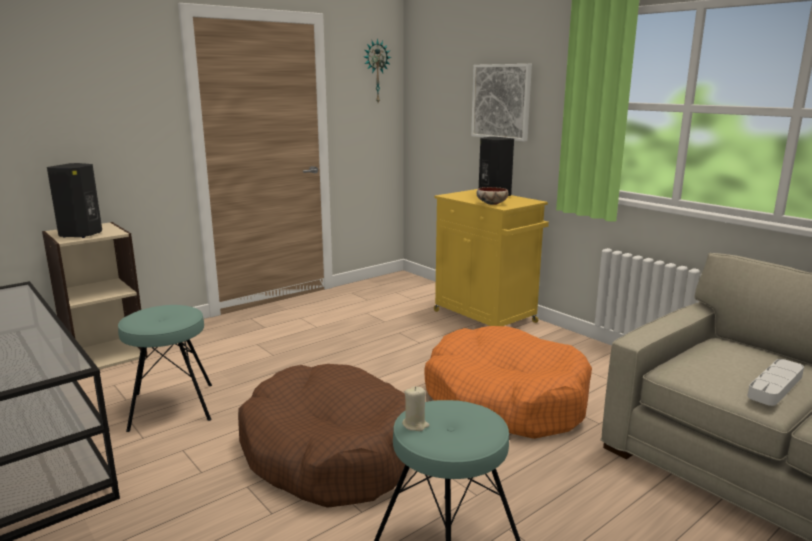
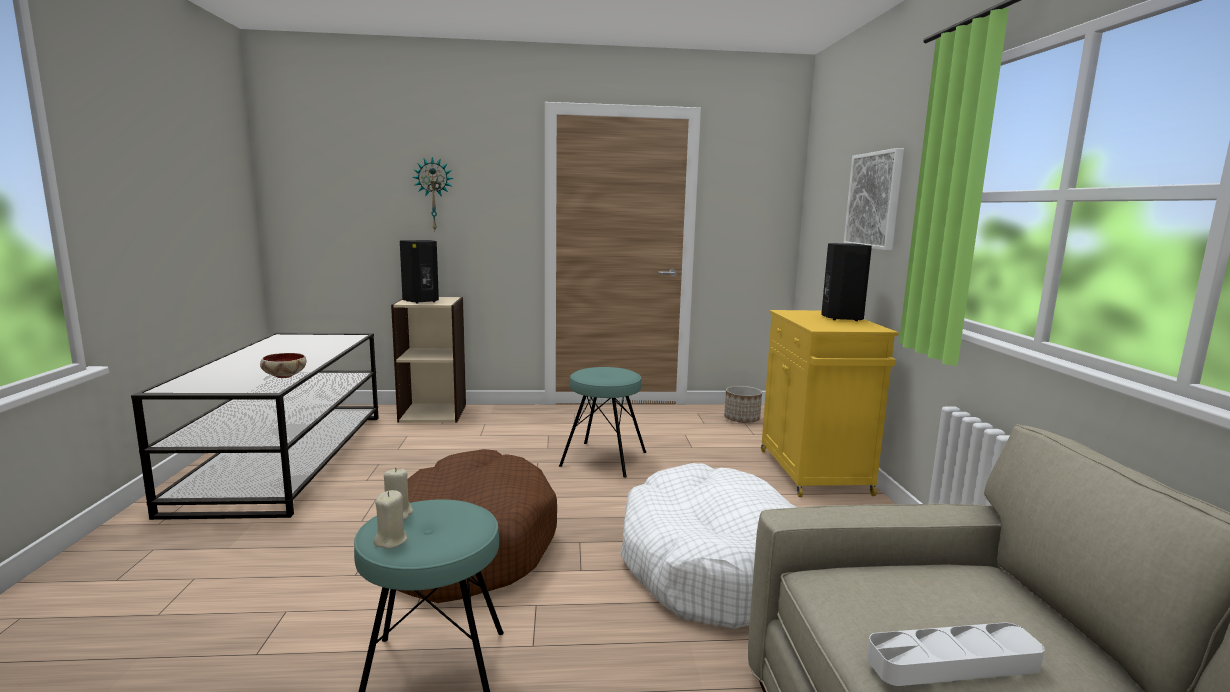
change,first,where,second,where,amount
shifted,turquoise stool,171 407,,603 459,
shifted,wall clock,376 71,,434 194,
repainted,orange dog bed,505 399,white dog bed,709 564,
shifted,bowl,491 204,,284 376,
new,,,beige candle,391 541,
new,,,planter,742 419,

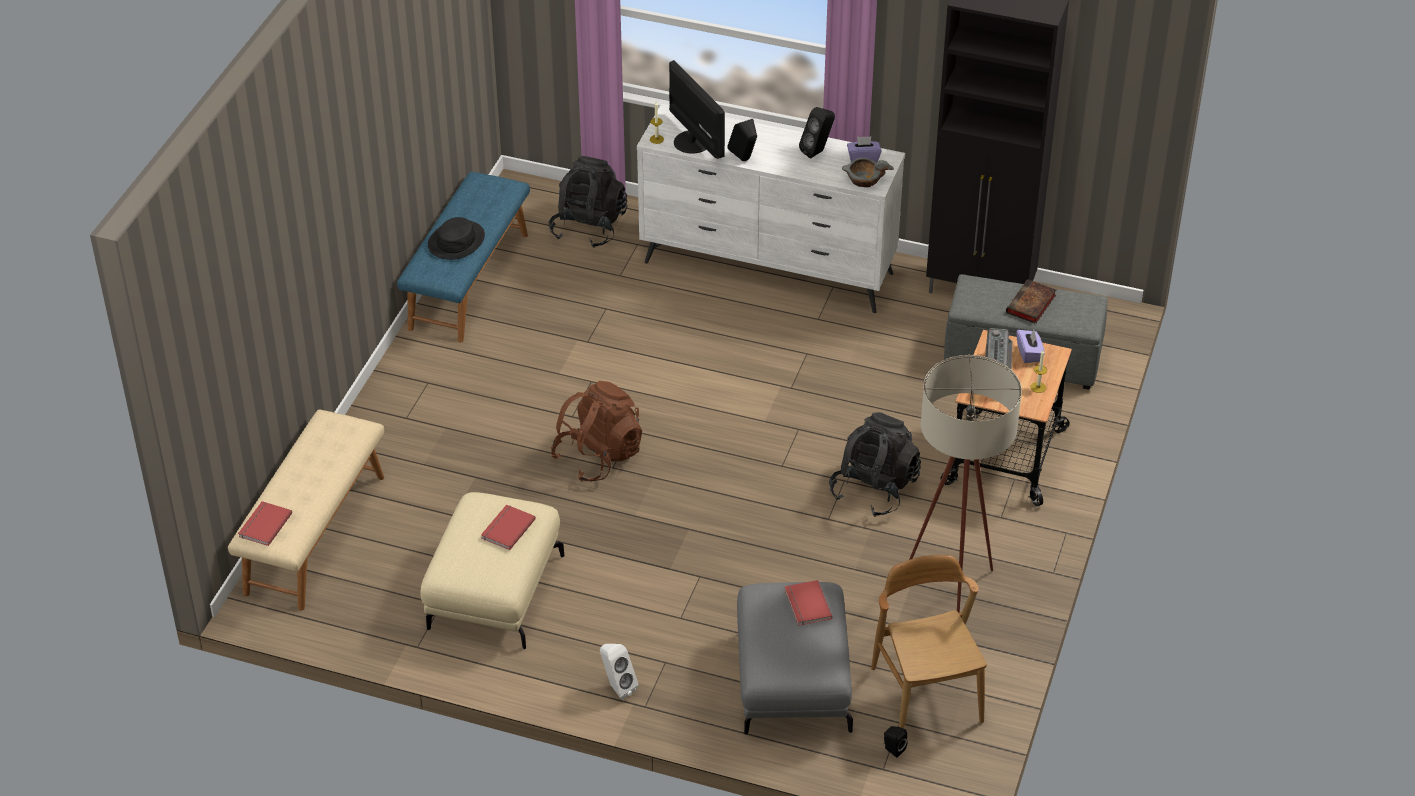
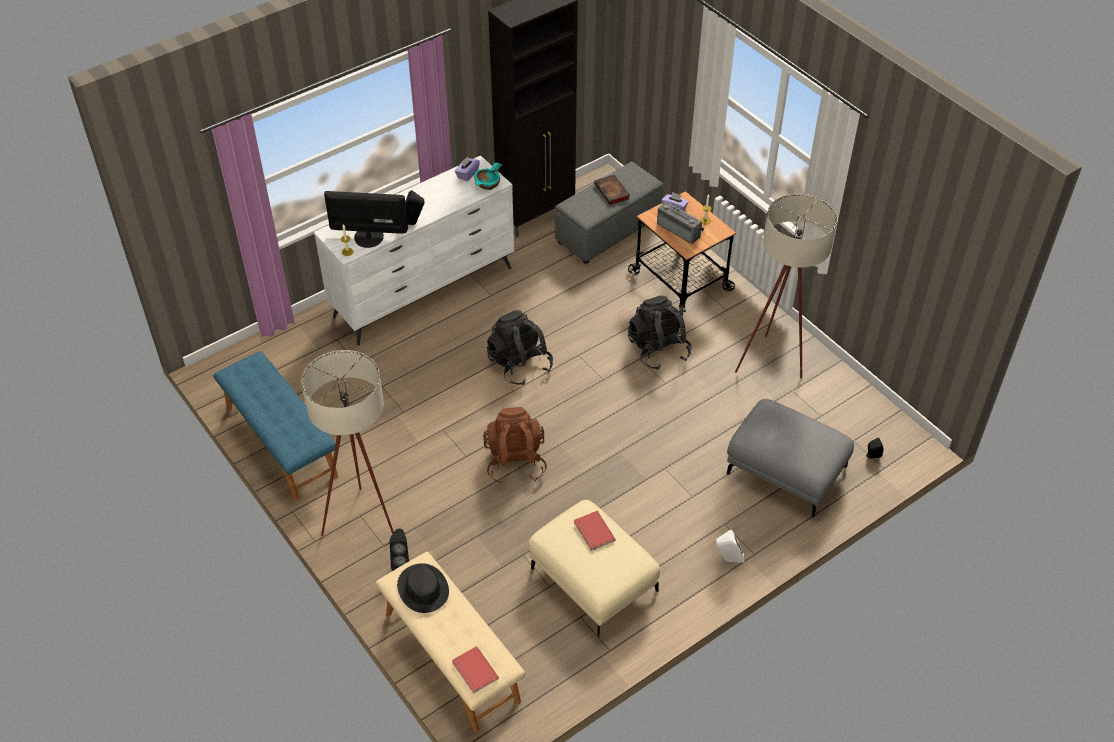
change,first,where,second,where,amount
shifted,black hat,456 241,,423 589,
shifted,black backpack,589 227,,519 364,
gone,red book,806 605,,,
shifted,black speaker,817 152,,401 561,
repainted,grey bowl,864 180,turquoise bowl,488 184,
gone,brown chair,926 694,,,
new,,,beige floor lamp,366 524,

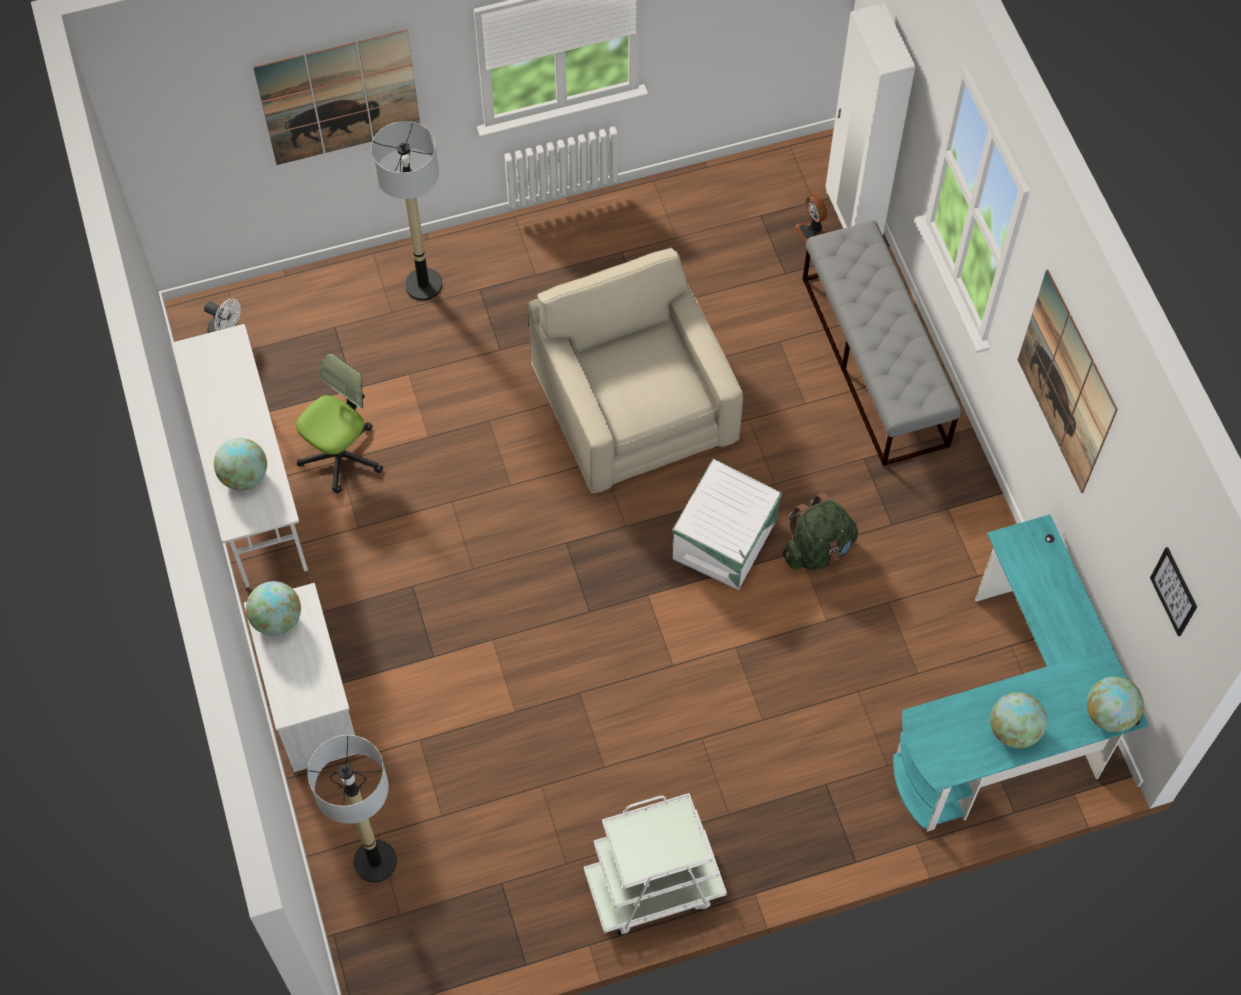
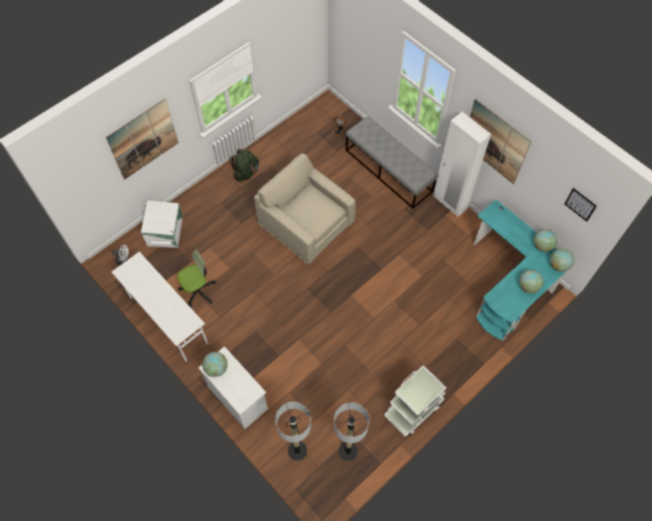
change,first,where,second,where,amount
shifted,globe,244 476,,542 246,
rotated,office chair,341 455,,198 291,45 degrees clockwise
shifted,floor lamp,423 285,,348 451,
shifted,white storage box,726 539,,166 231,
shifted,green backpack,818 550,,246 173,
shifted,white wardrobe,852 218,,449 203,

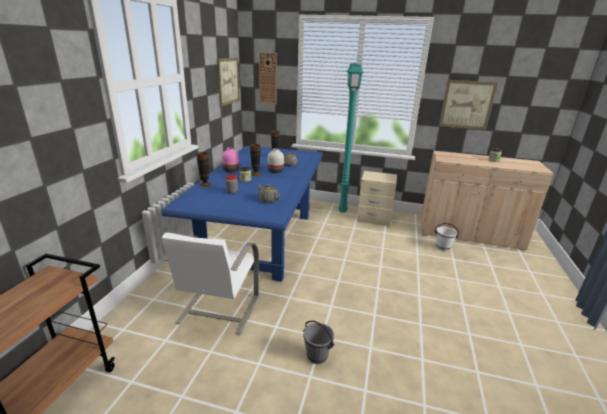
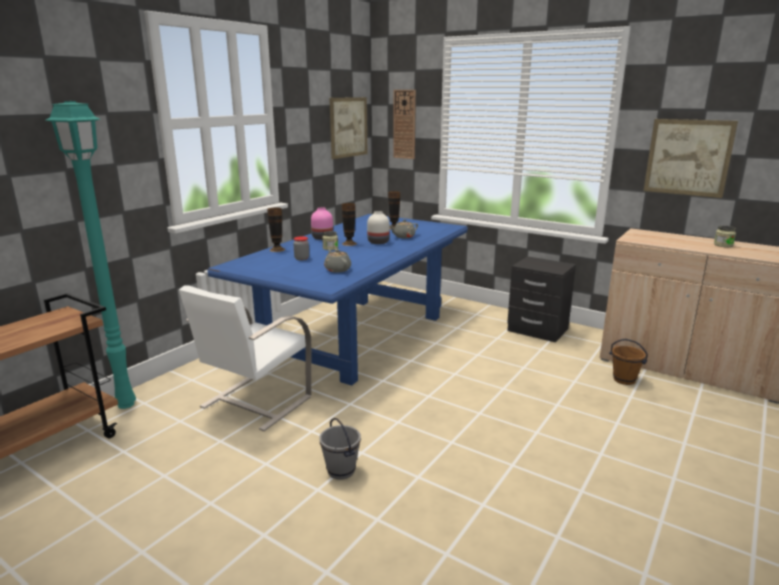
change,first,where,second,where,amount
shifted,turquoise floor lamp,343 210,,128 404,
repainted,beige nightstand,374 218,black nightstand,537 330,
repainted,white bucket,442 247,brown bucket,624 379,

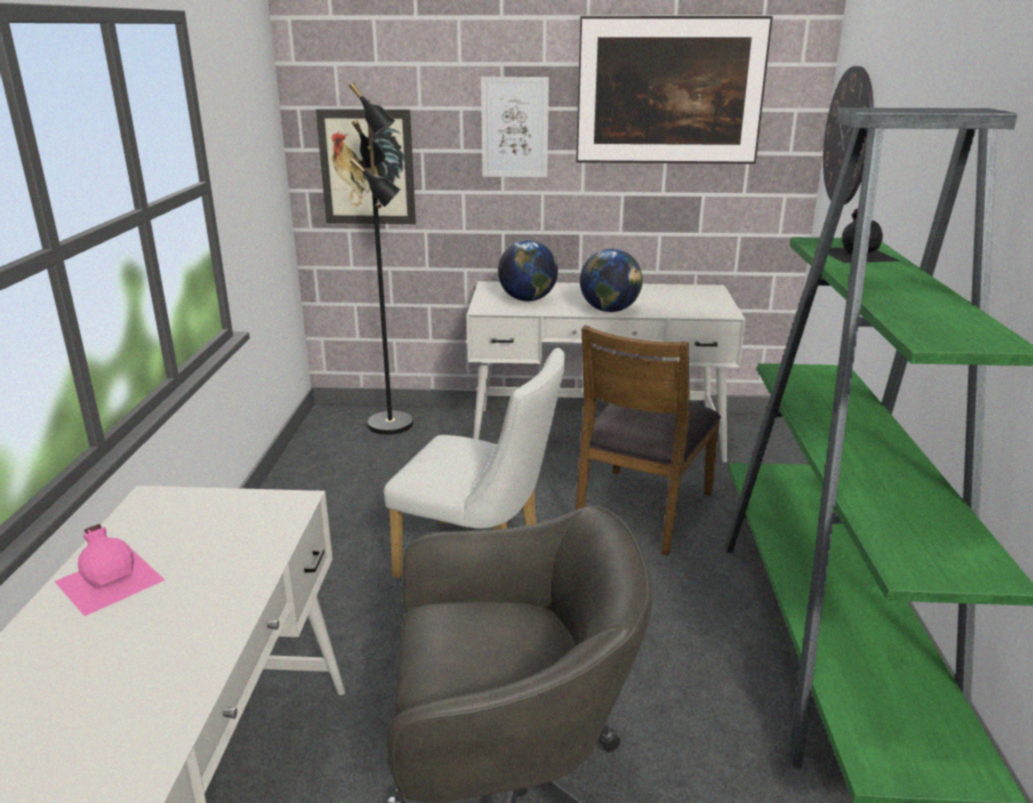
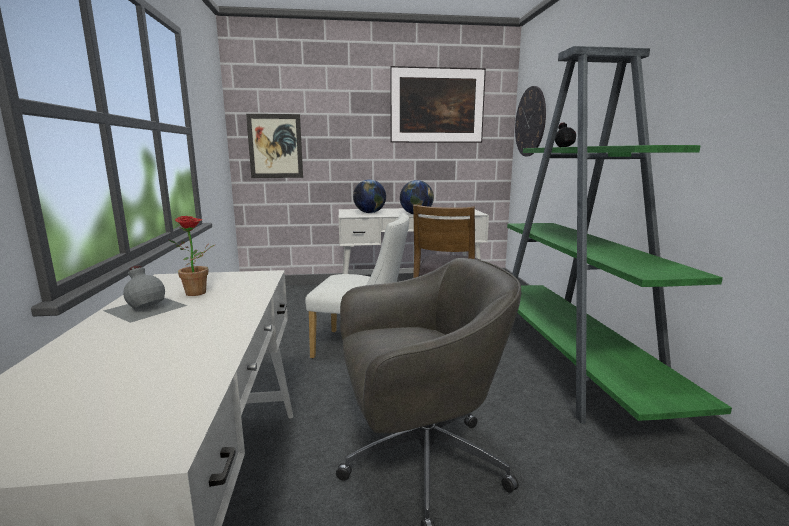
change,first,where,second,where,amount
repainted,pink bottle,110 579,grey bottle,146 307,
gone,black floor lamp,392 424,,,
gone,picture,515 127,,,
new,,,potted plant,200 293,

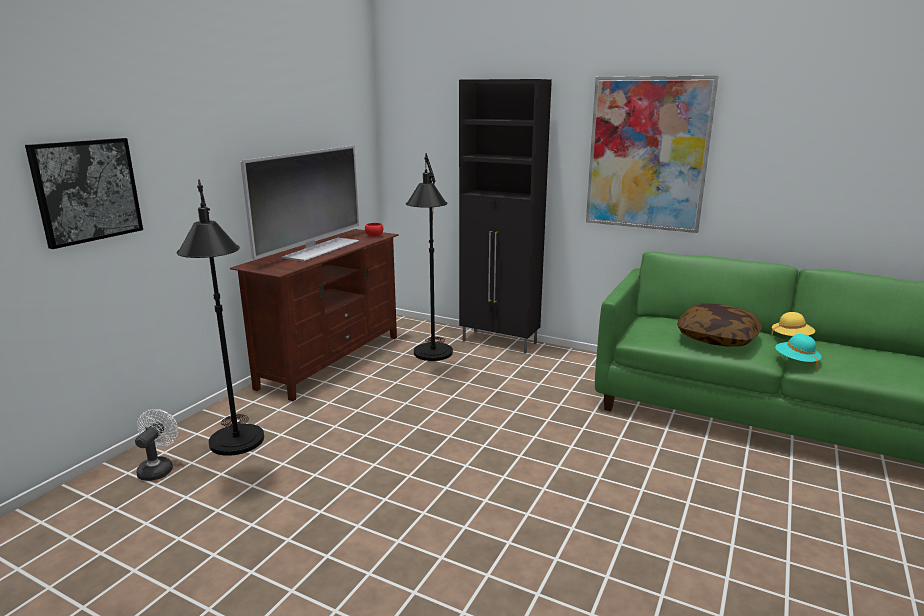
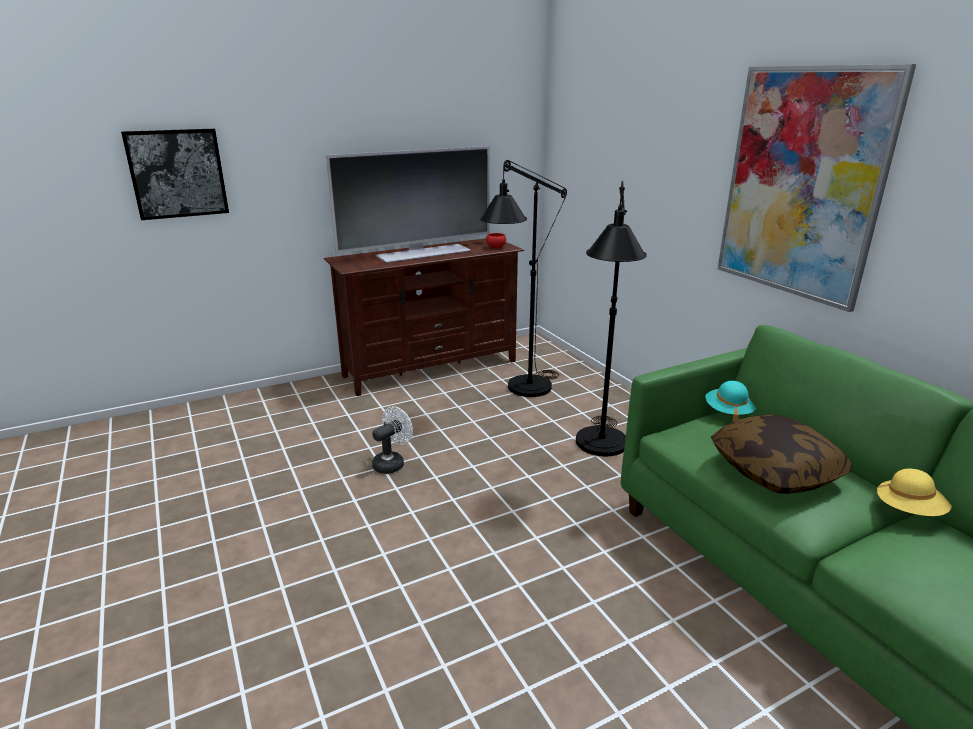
change,first,where,second,where,amount
shifted,white fan,158 468,,392 463,
shifted,black floor lamp,237 449,,600 450,
gone,black cabinet,500 342,,,
shifted,turquoise hat,796 361,,728 412,

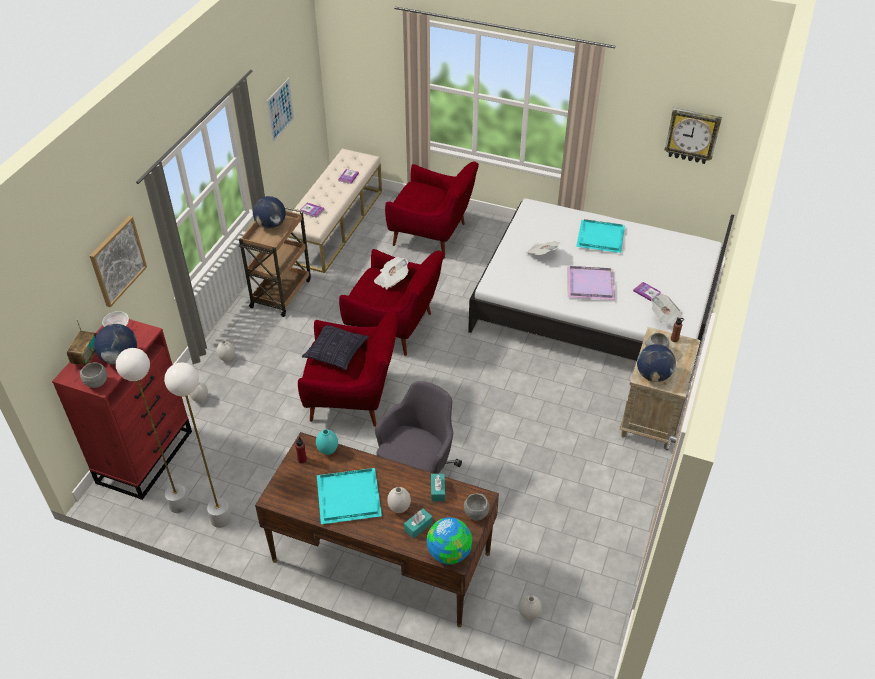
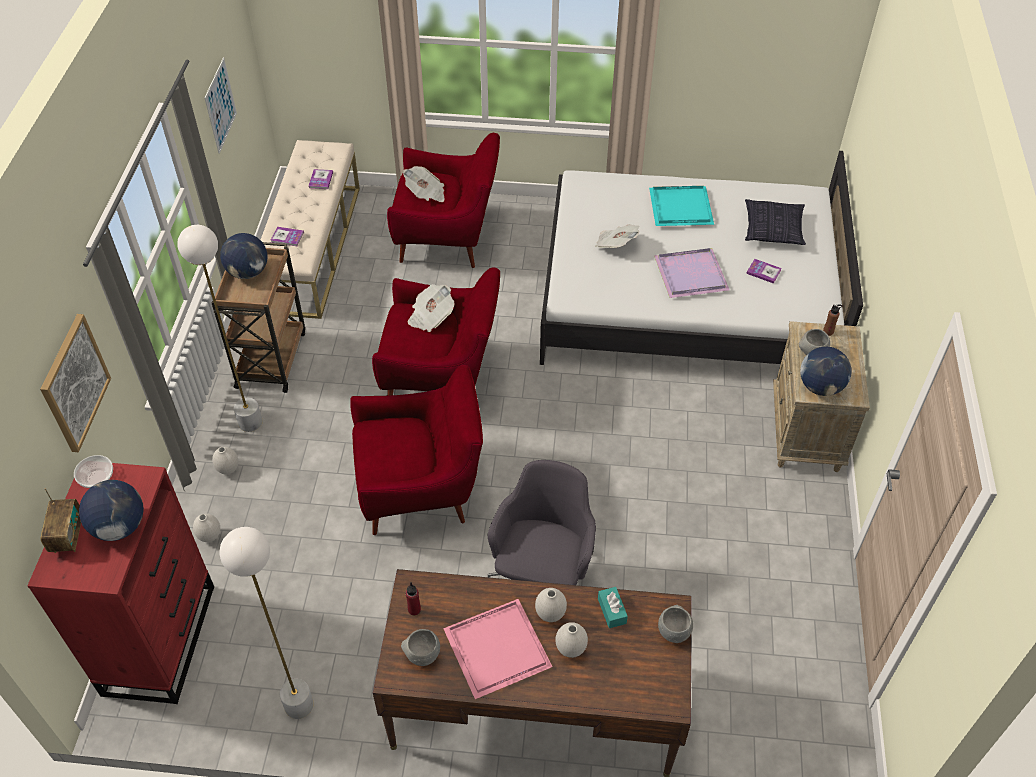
change,first,where,second,where,amount
shifted,grey bowl,96 383,,422 655,
shifted,white floor lamp,179 504,,250 422,
shifted,pillow,336 353,,773 230,
gone,turquoise vase,328 451,,,
repainted,turquoise tray,347 498,pink tray,496 651,
gone,turquoise tissue box,418 526,,,
gone,globe,449 553,,,
shifted,white vase,529 614,,550 614,
shifted,newspaper,666 318,,426 194,
gone,wall clock,692 135,,,

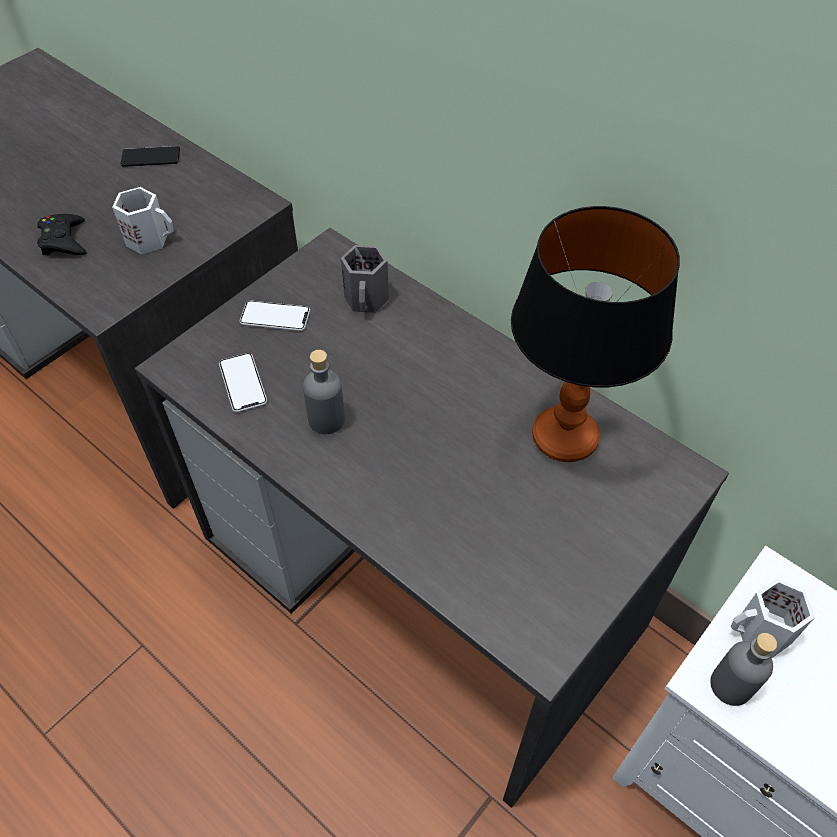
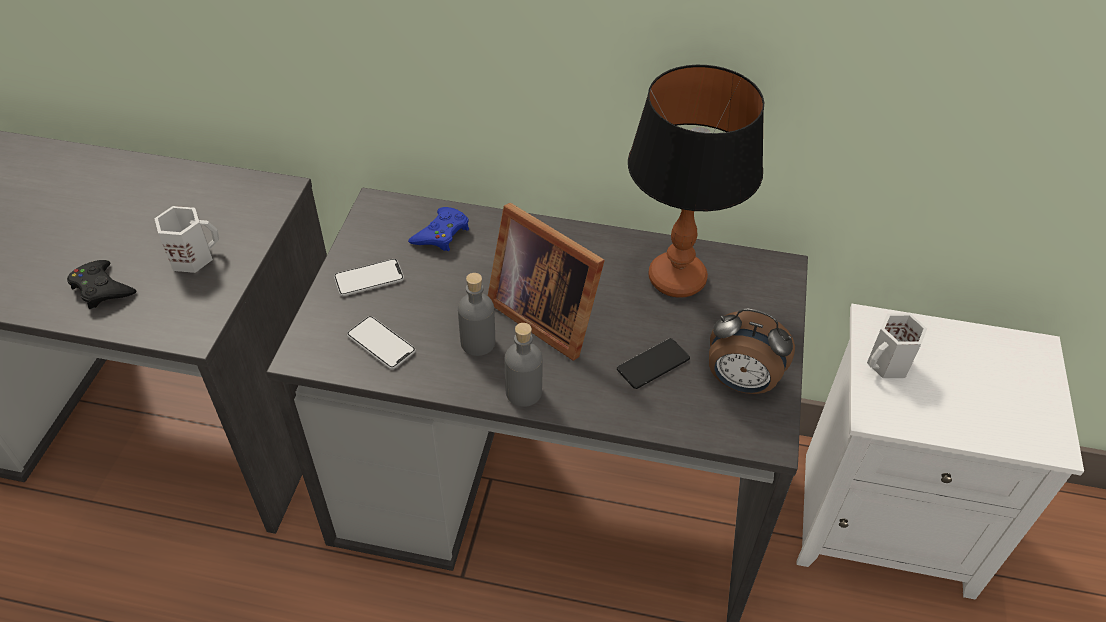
change,first,where,second,where,amount
shifted,phone,150 157,,653 364,
swapped,grey mug,367 299,blue game controller,441 234,
shifted,grey bottle,731 685,,523 392,
new,,,picture frame,544 313,
new,,,alarm clock,741 382,

